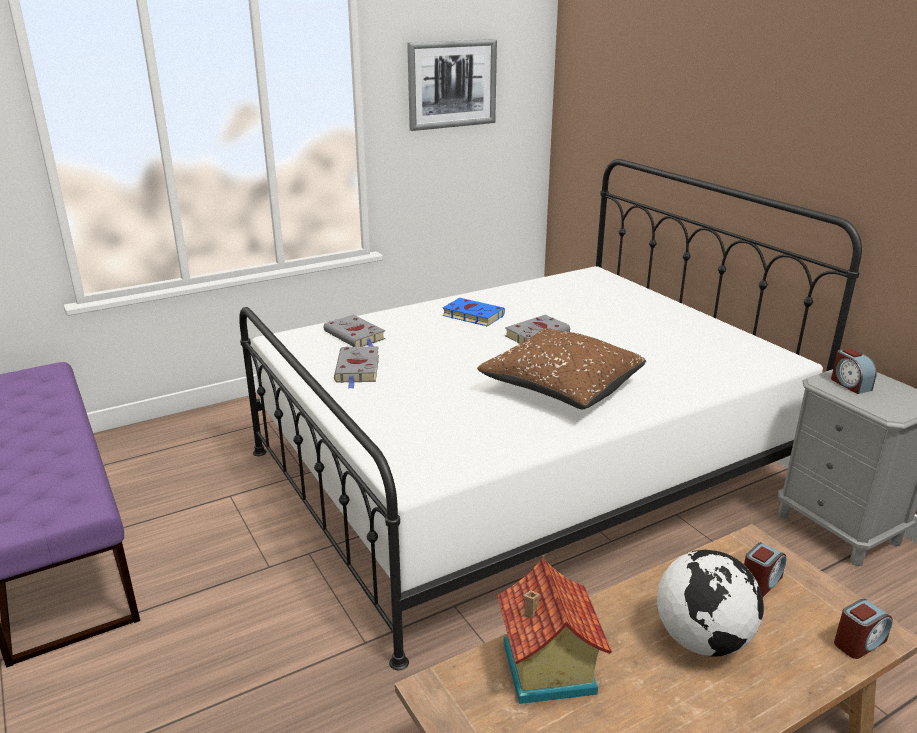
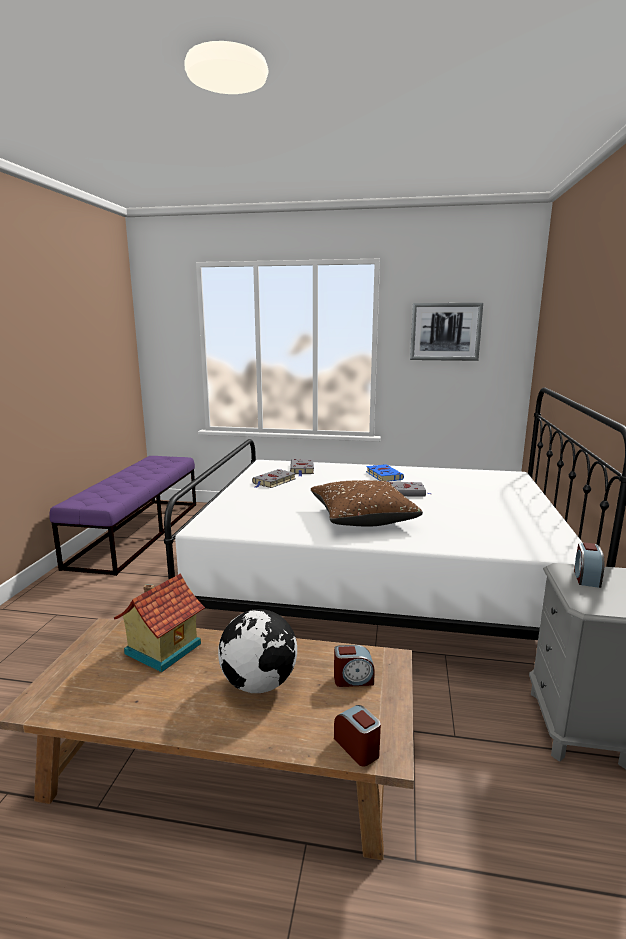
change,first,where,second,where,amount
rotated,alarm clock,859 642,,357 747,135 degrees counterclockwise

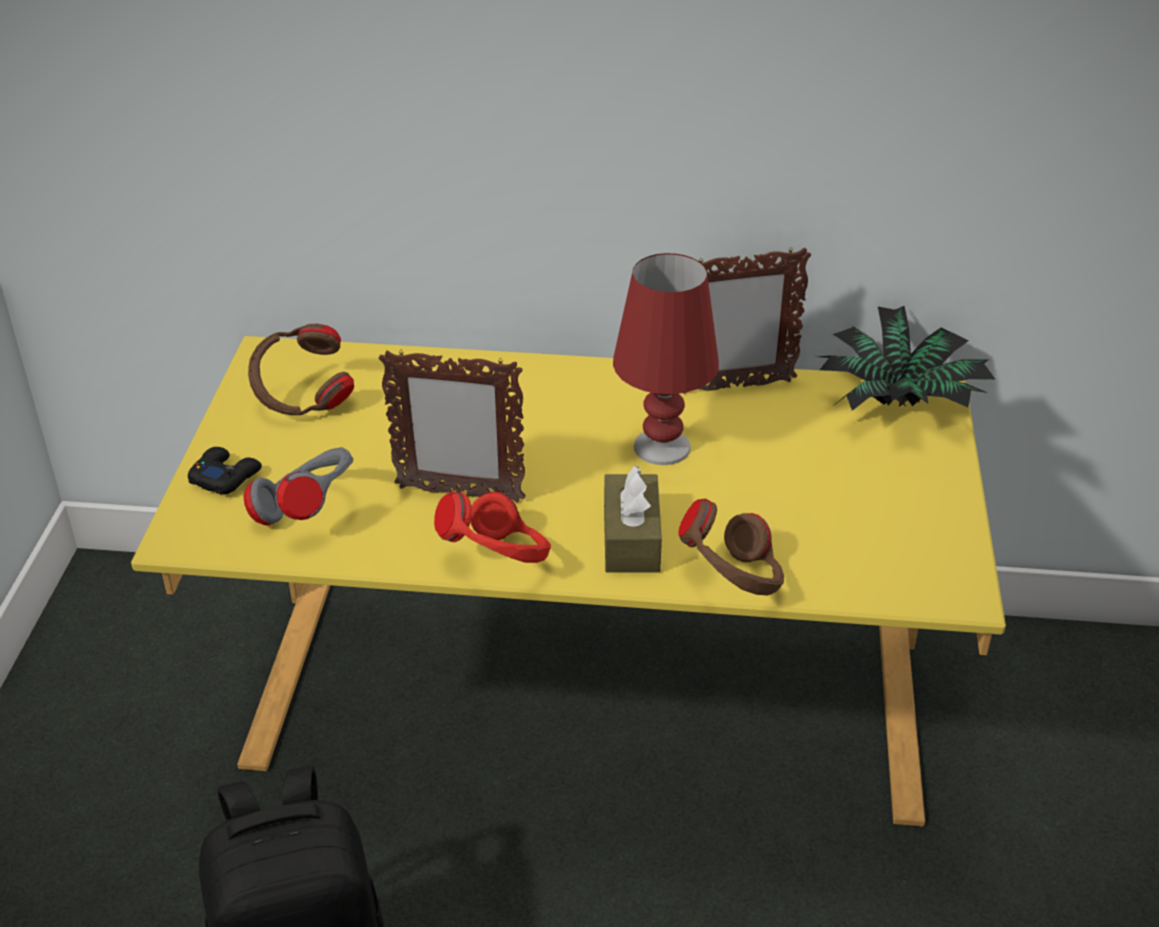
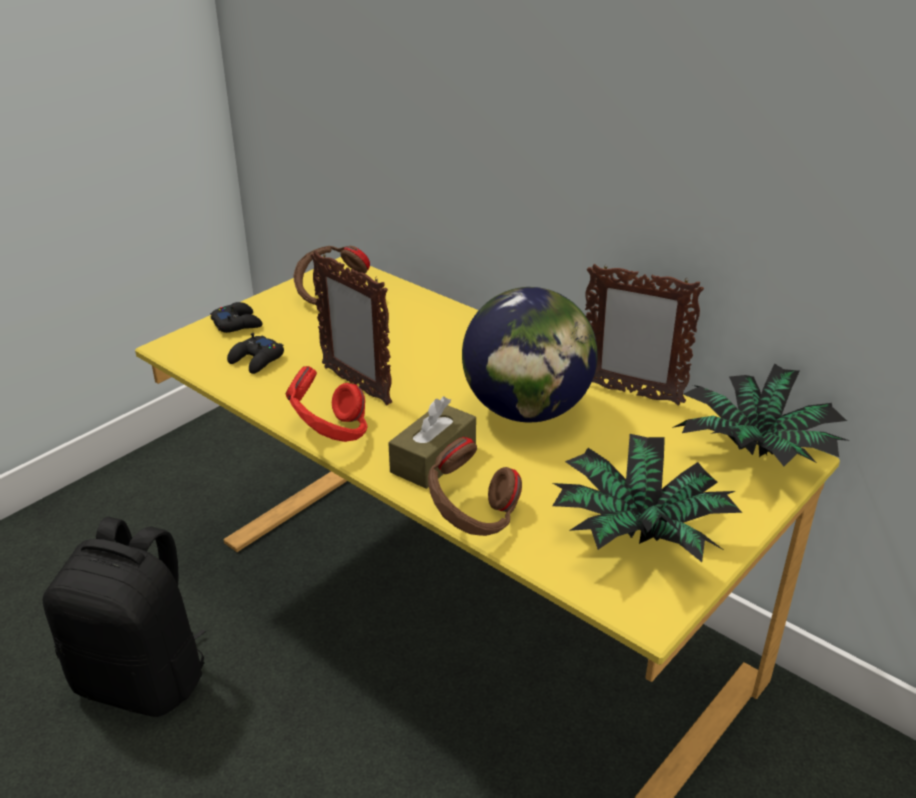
change,first,where,second,where,amount
swapped,grey headphones,308 512,black game controller,256 360,
swapped,red table lamp,661 447,globe,526 410,
new,,,potted plant,638 534,

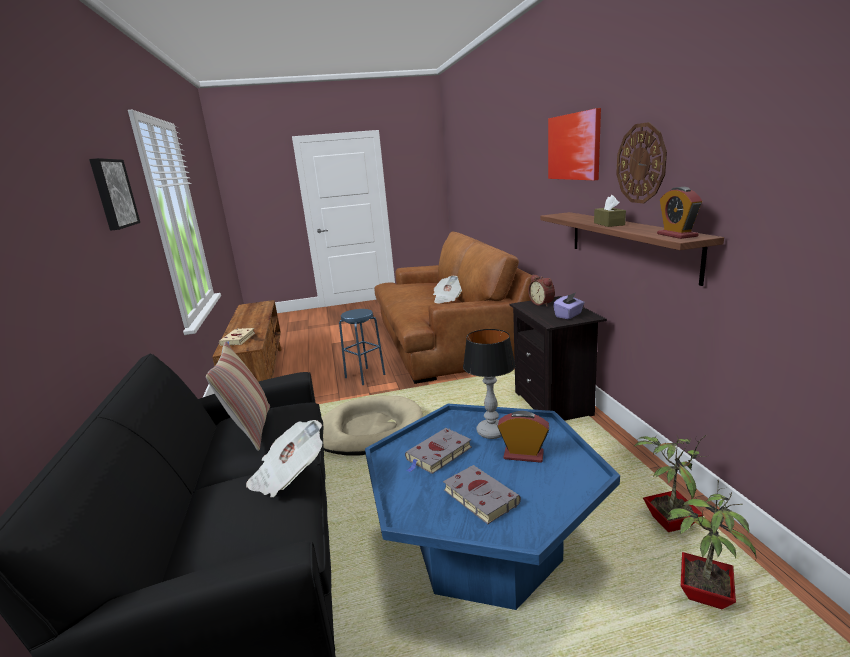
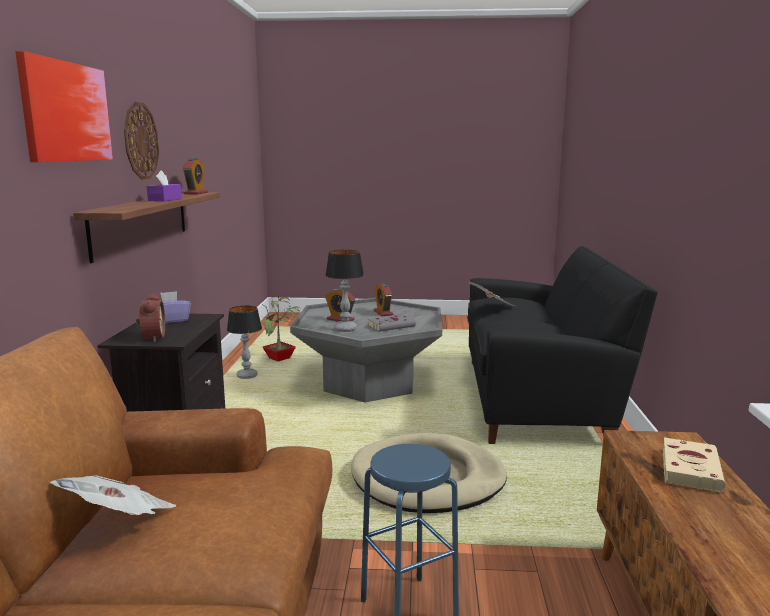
change,first,where,second,where,amount
gone,picture,112 194,,,
gone,pillow,250 429,,,
repainted,blue coffee table,486 549,grey coffee table,370 384,
swapped,grey book,478 496,alarm clock,383 313,
repainted,brown tissue box,609 224,purple tissue box,165 200,
swapped,potted plant,669 521,table lamp,247 376,

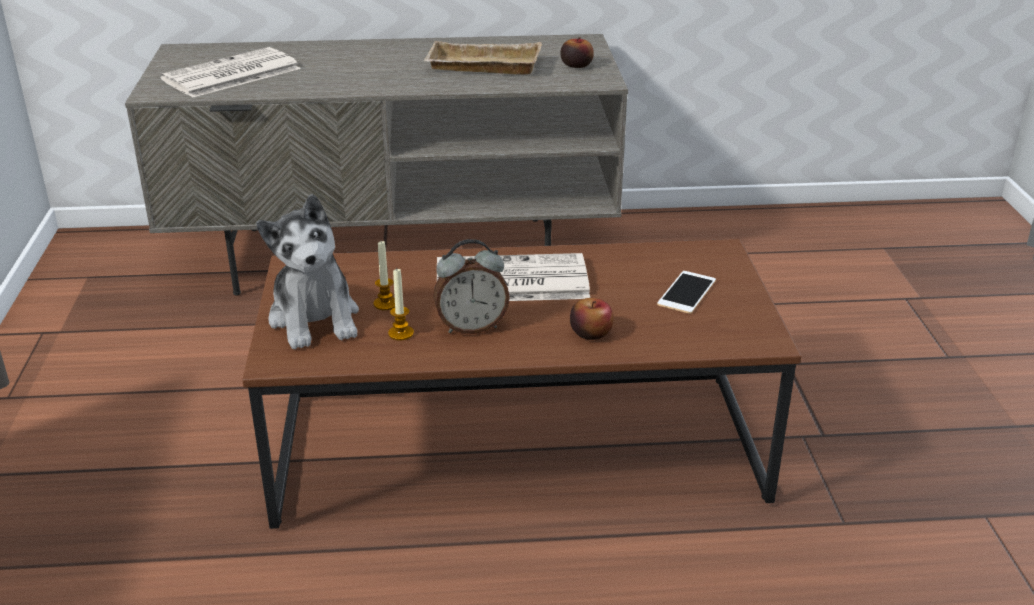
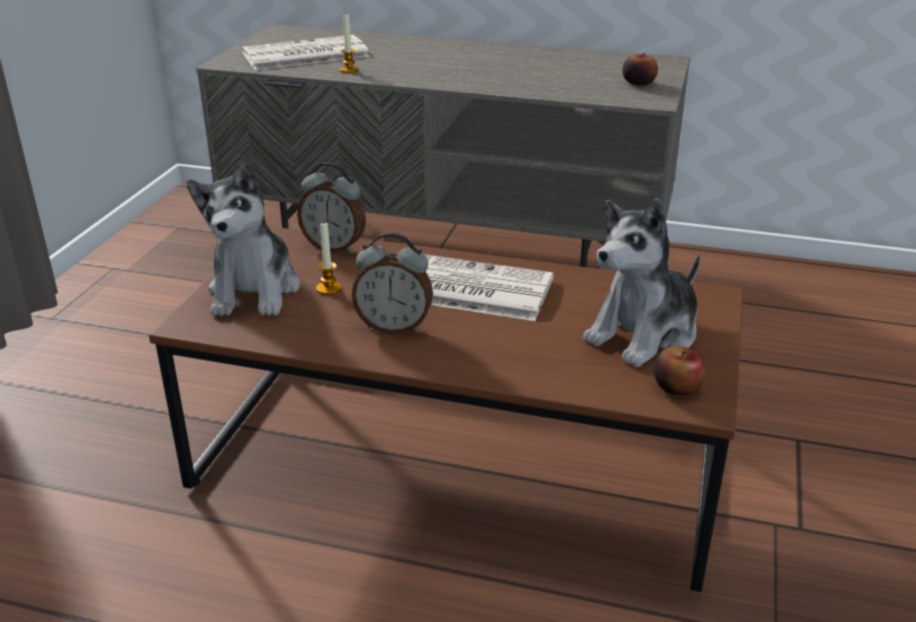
change,first,where,second,where,amount
shifted,candle,401 333,,349 70,
gone,beige tray,481 67,,,
shifted,apple,591 333,,677 387,
swapped,phone,687 292,plush toy,644 334,
new,,,alarm clock,334 247,

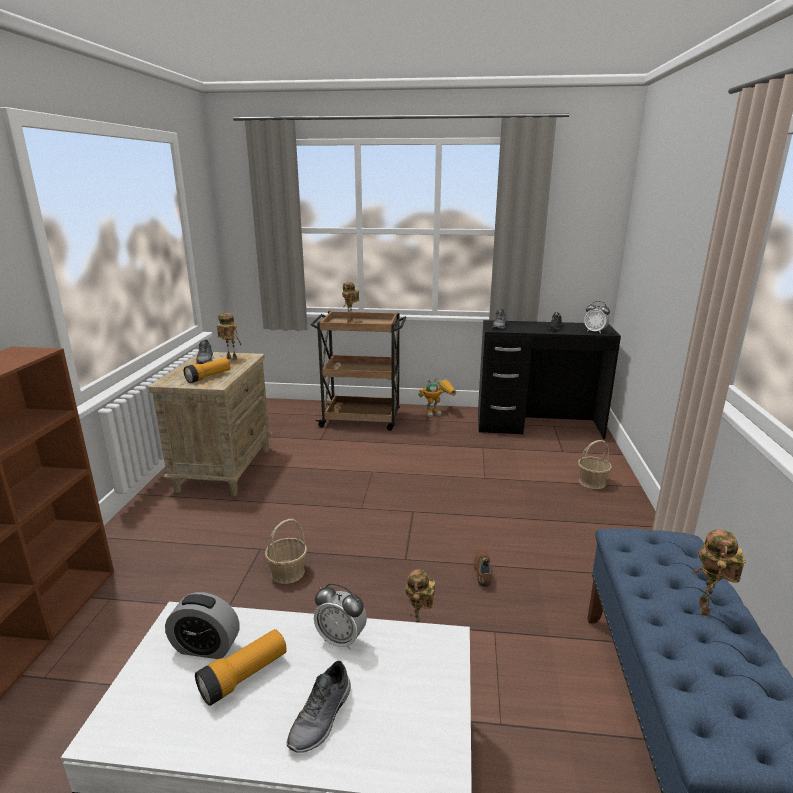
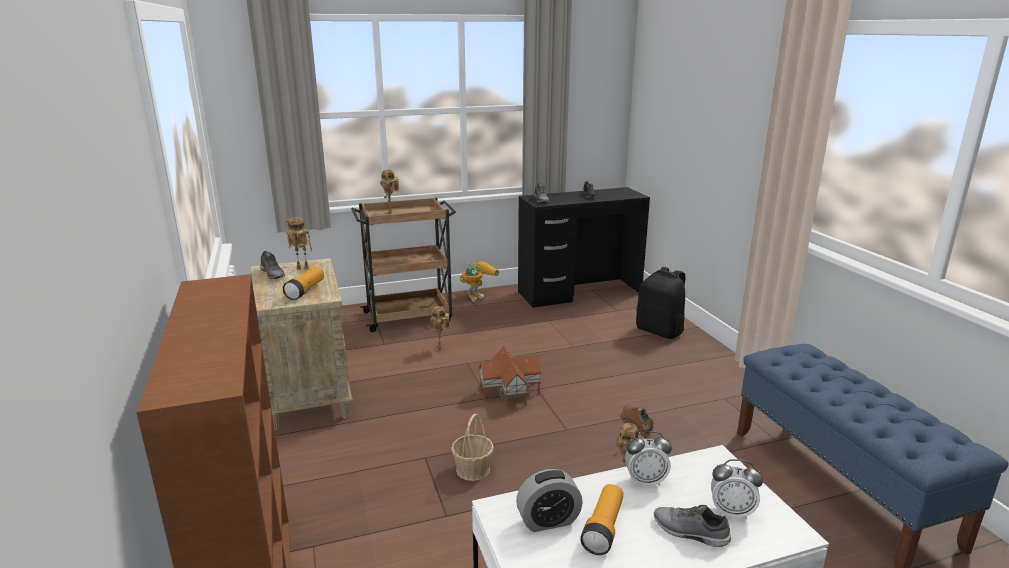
change,first,where,second,where,amount
rotated,grey shoe,322 718,,689 532,120 degrees clockwise
swapped,basket,592 482,black backpack,660 331,
shifted,alarm clock,595 332,,731 512,
shifted,toy robot,706 610,,441 348,
new,,,toy house,510 391,

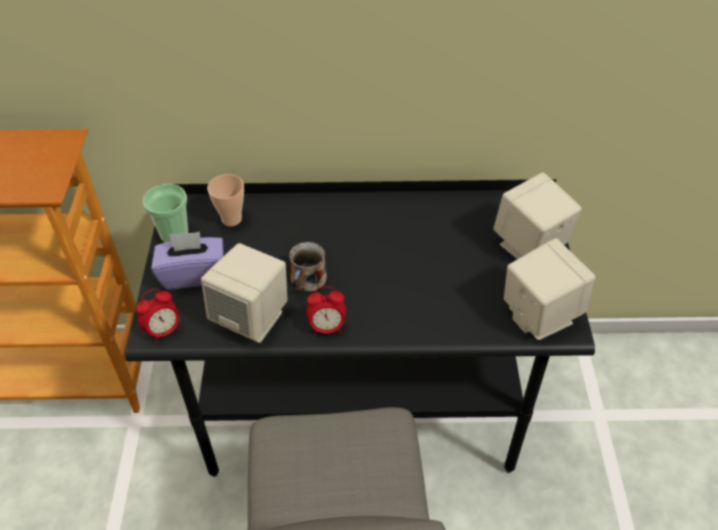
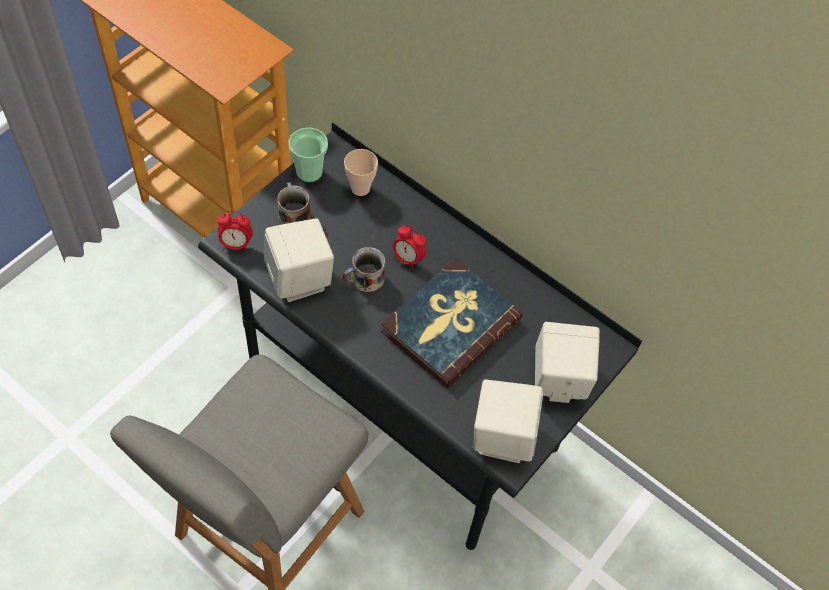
change,first,where,second,where,amount
swapped,purple tissue box,193 274,mug,293 215,
shifted,alarm clock,327 328,,408 259,
new,,,book,450 325,

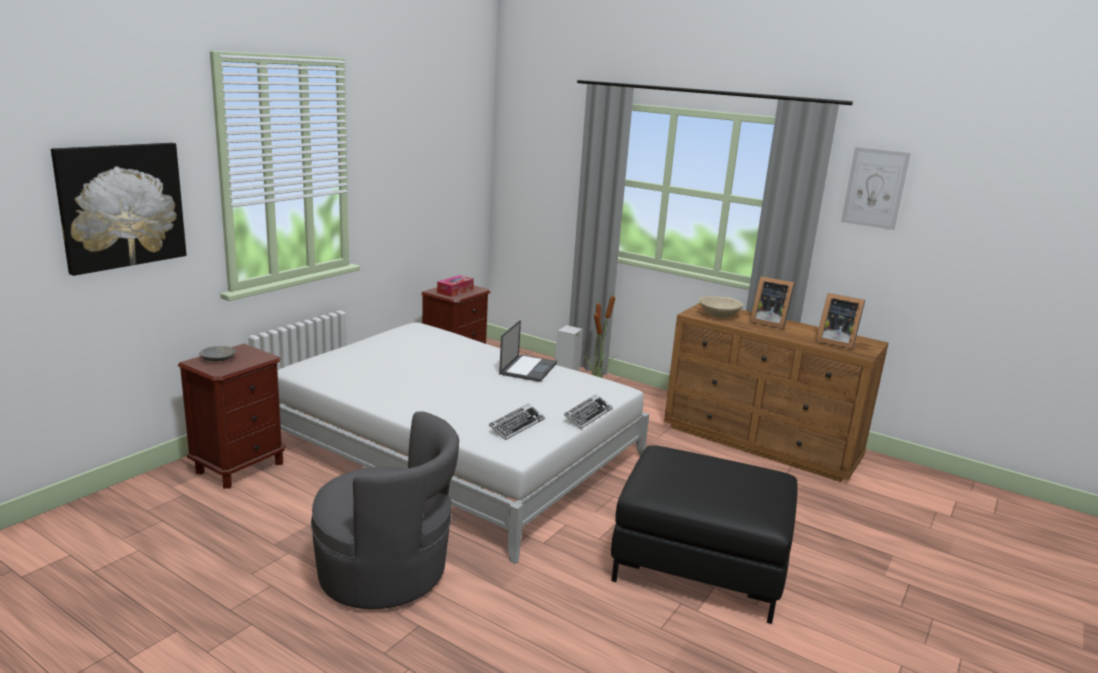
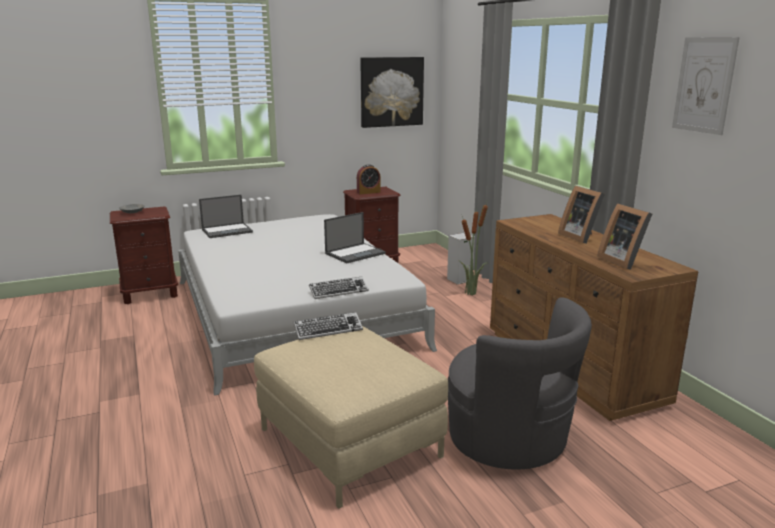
change,first,where,second,where,amount
shifted,picture,121 206,,391 92,
shifted,grey armchair,386 573,,510 439,
swapped,tissue box,455 291,alarm clock,368 192,
shifted,keyboard,516 425,,328 330,
repainted,black ottoman,700 565,beige ottoman,350 442,
gone,beige bowl,719 315,,,
new,,,laptop,227 231,

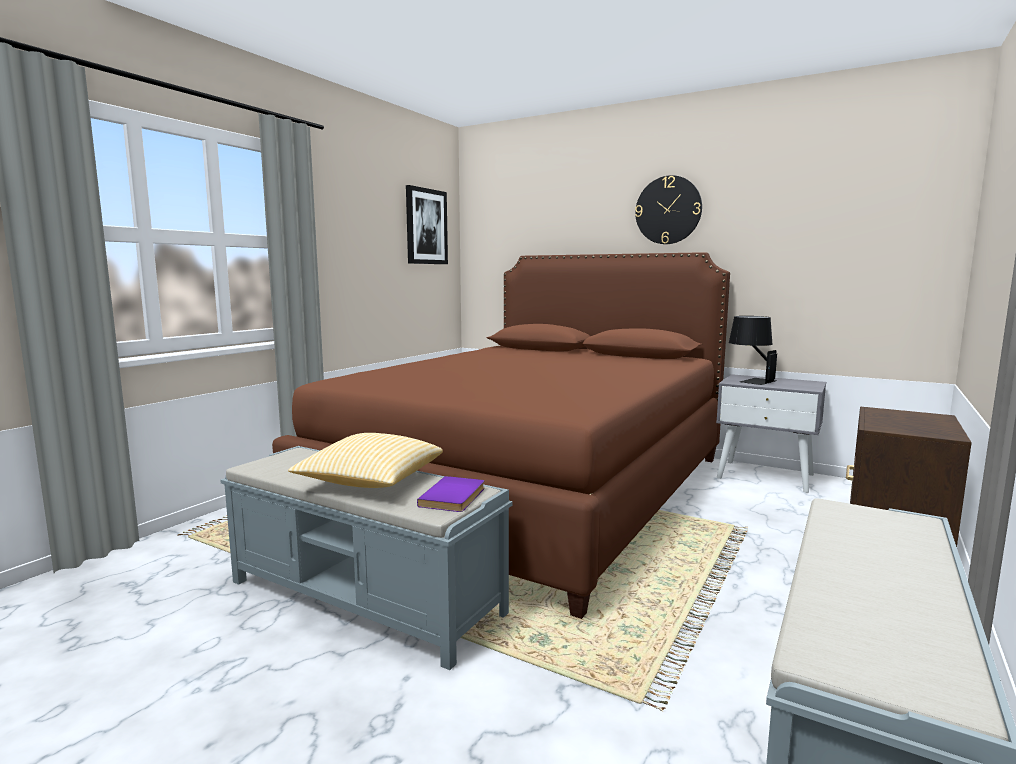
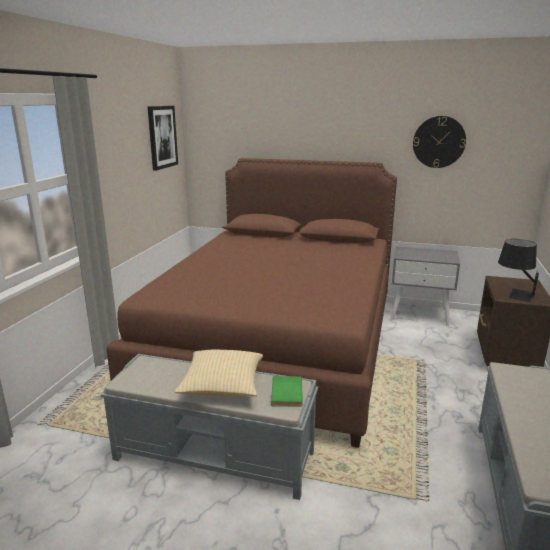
change,first,where,second,where,amount
repainted,purple book,455 497,green book,288 393,
shifted,wall clock,668 210,,439 142,
shifted,black table lamp,750 380,,513 293,

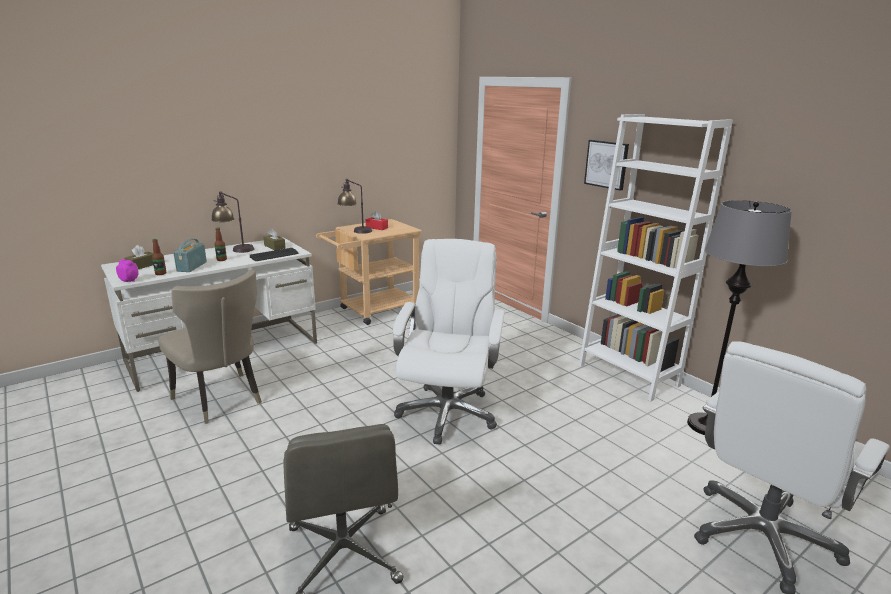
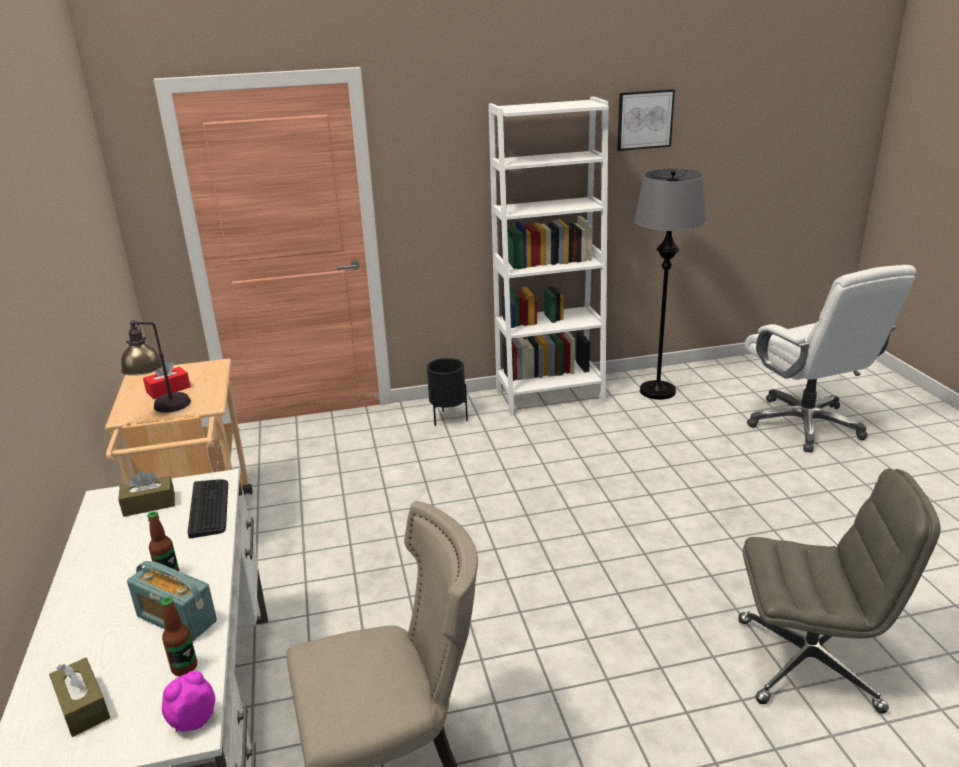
change,first,where,second,where,amount
gone,table lamp,235 249,,,
gone,white office chair,447 412,,,
shifted,picture,606 164,,644 119,
new,,,black planter,448 419,

